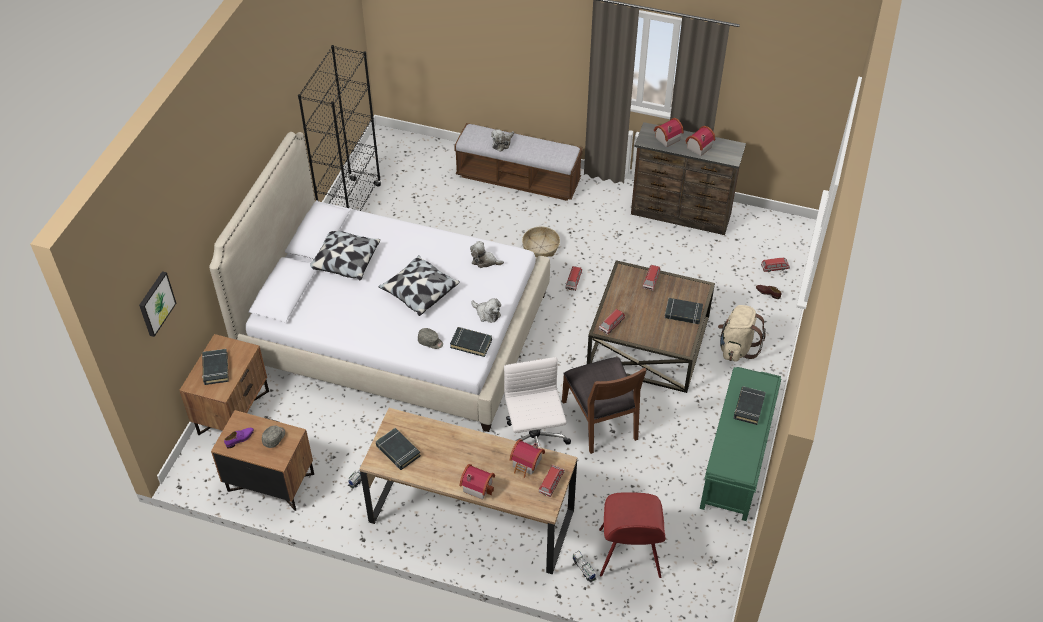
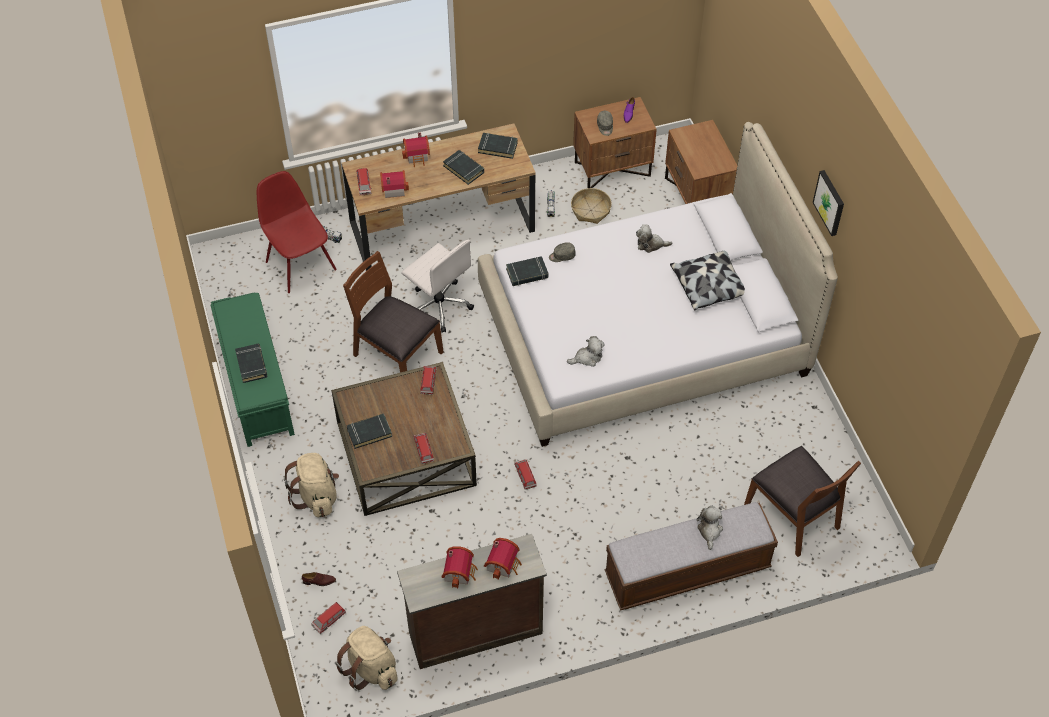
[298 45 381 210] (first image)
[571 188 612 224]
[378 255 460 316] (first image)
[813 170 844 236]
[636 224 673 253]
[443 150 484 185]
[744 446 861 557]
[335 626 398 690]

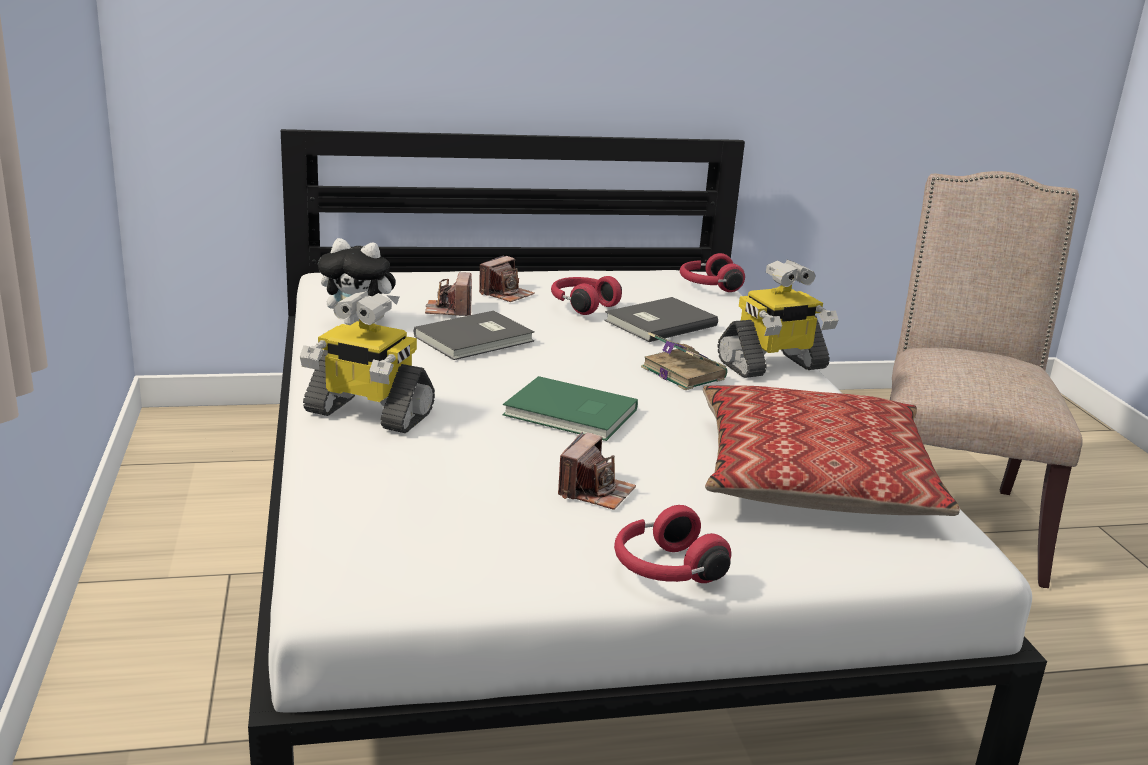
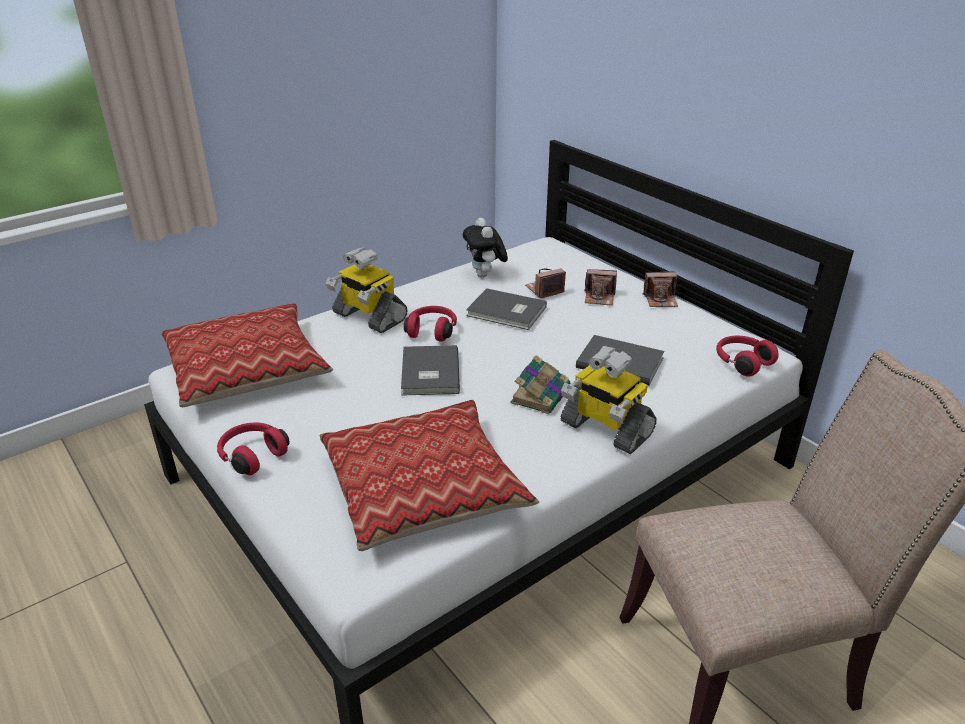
[404 306 457 342]
[326 247 408 333]
[401 345 460 396]
[642 271 678 307]
[161 303 333 407]

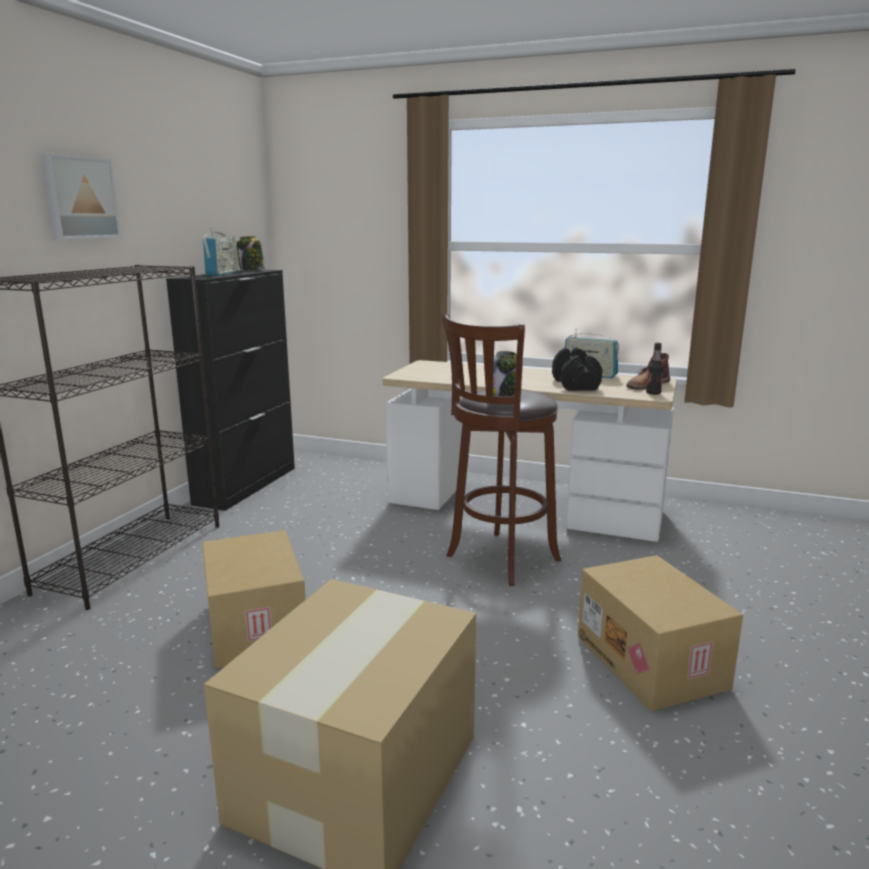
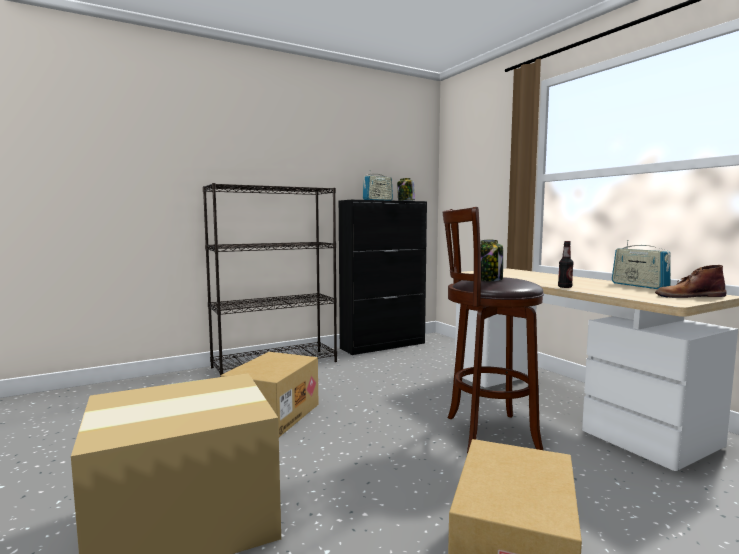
[41 153 121 239] (first image)
[558 241 574 288]
[552 348 602 391] (first image)

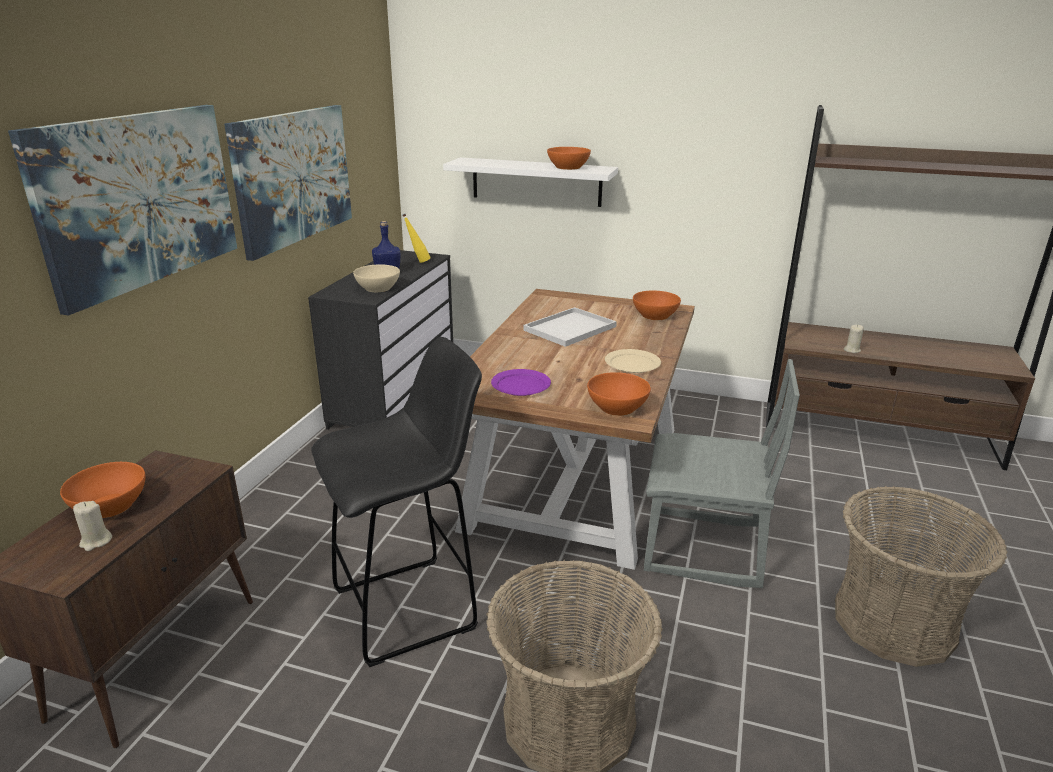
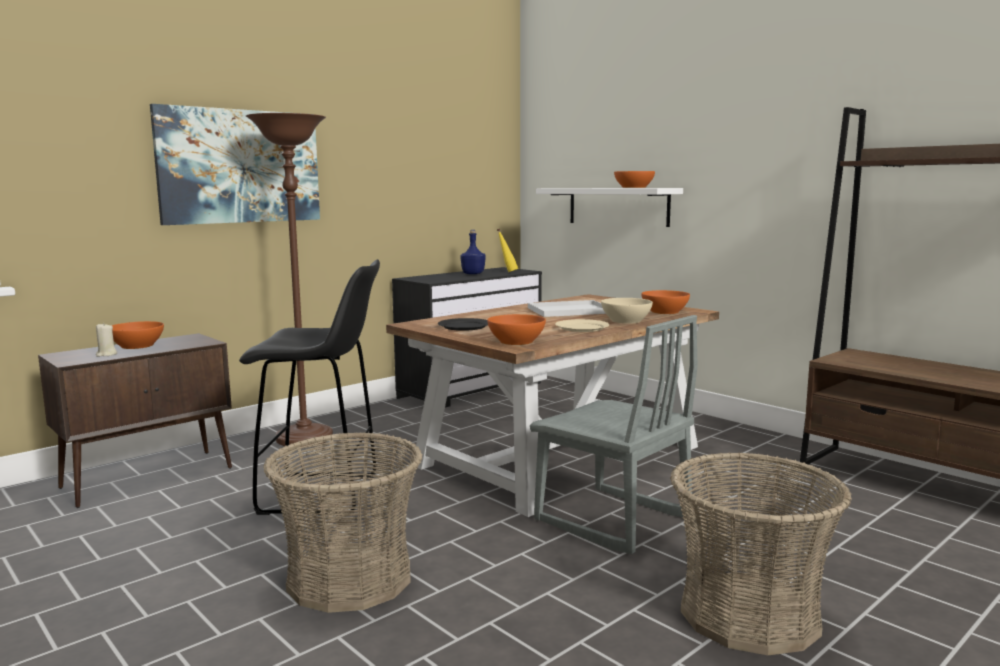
[224 105 352 261] (first image)
[601 298 653 324]
[844 325 864 353] (first image)
[438 318 488 331]
[246 113 333 446]

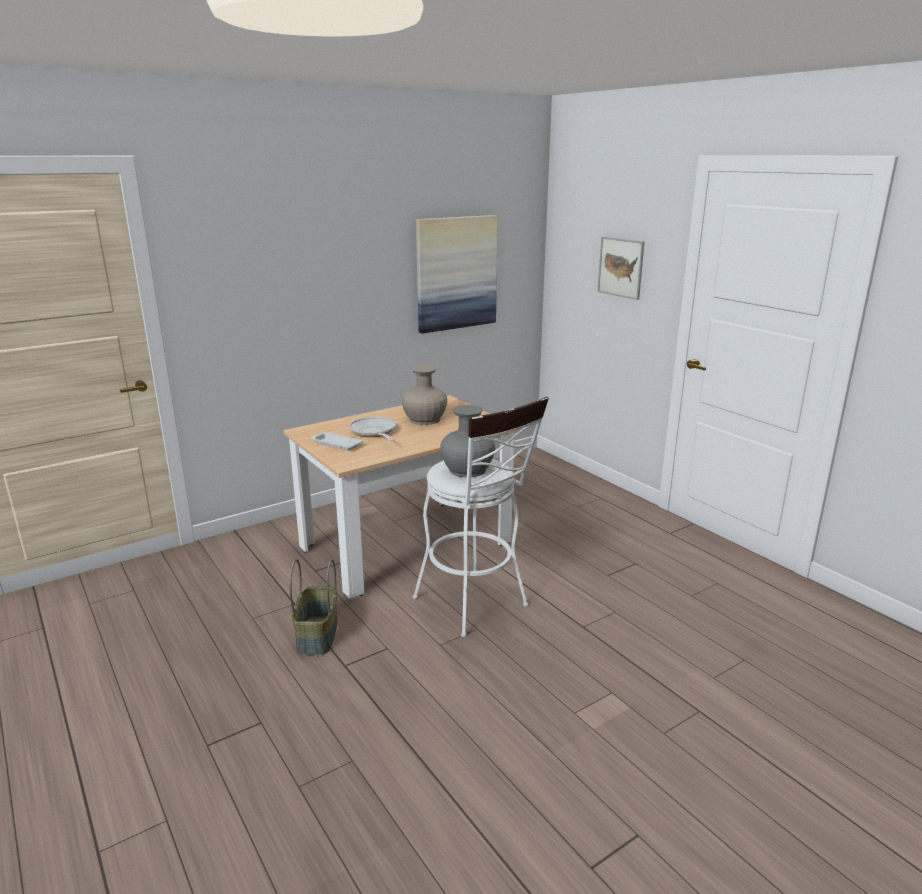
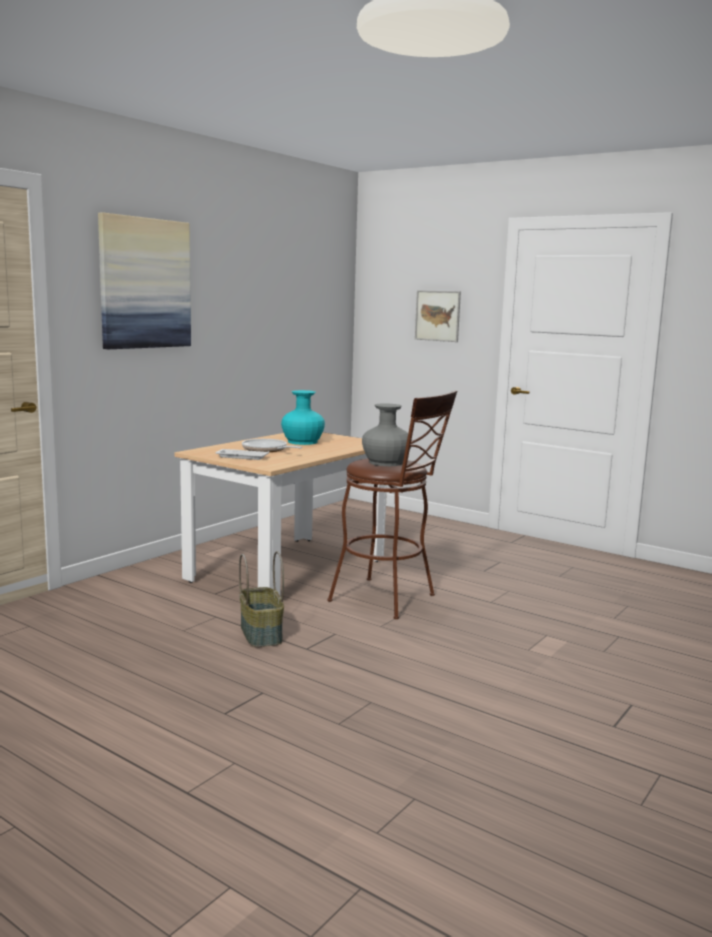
[98 212 191 349]
[281 390 325 445]
[327 390 457 619]

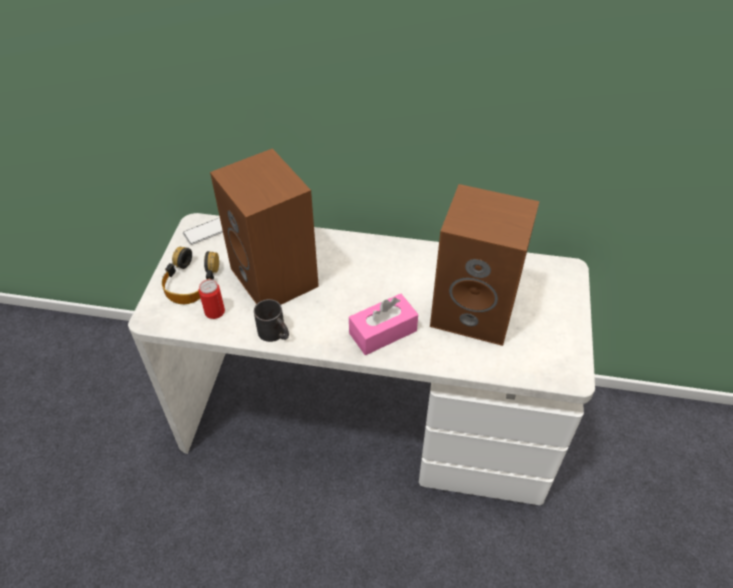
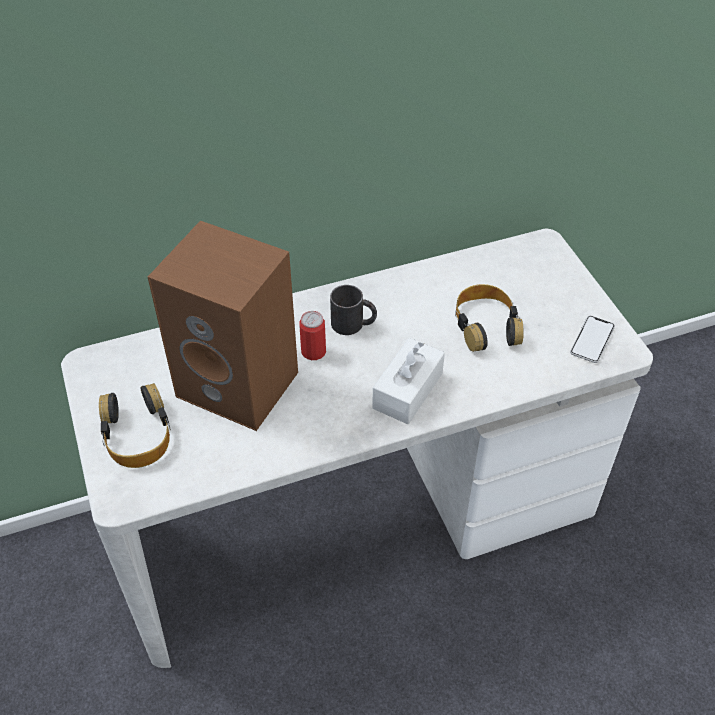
[455 284 524 352]
[570 316 615 363]
[299 311 326 360]
[372 338 445 424]
[330 285 377 335]

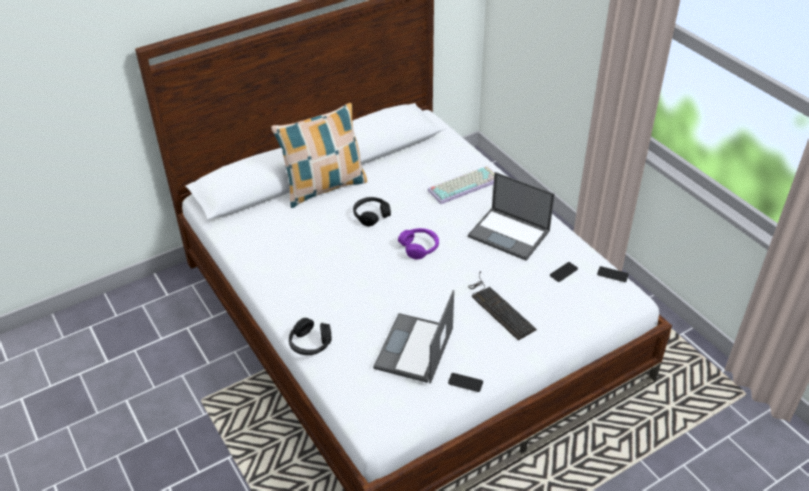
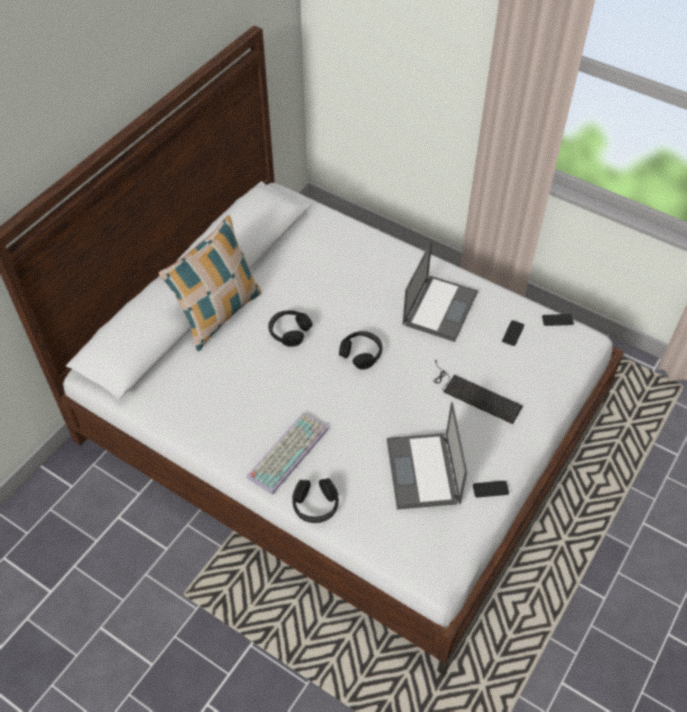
[246 413 328 495]
[403 241 478 342]
[339 331 383 369]

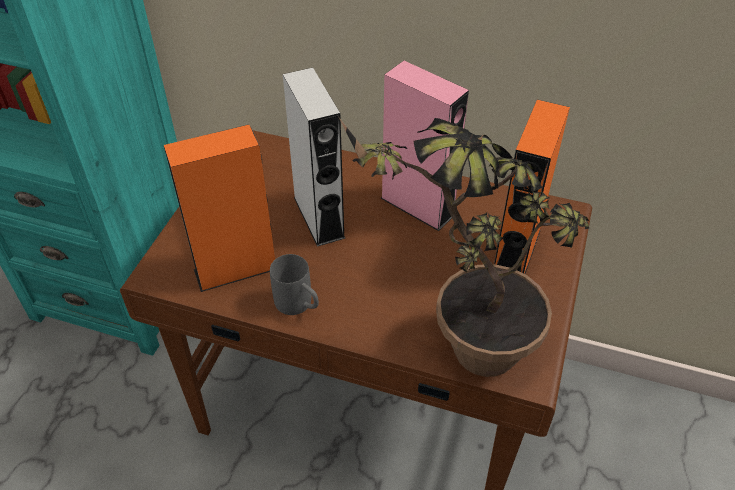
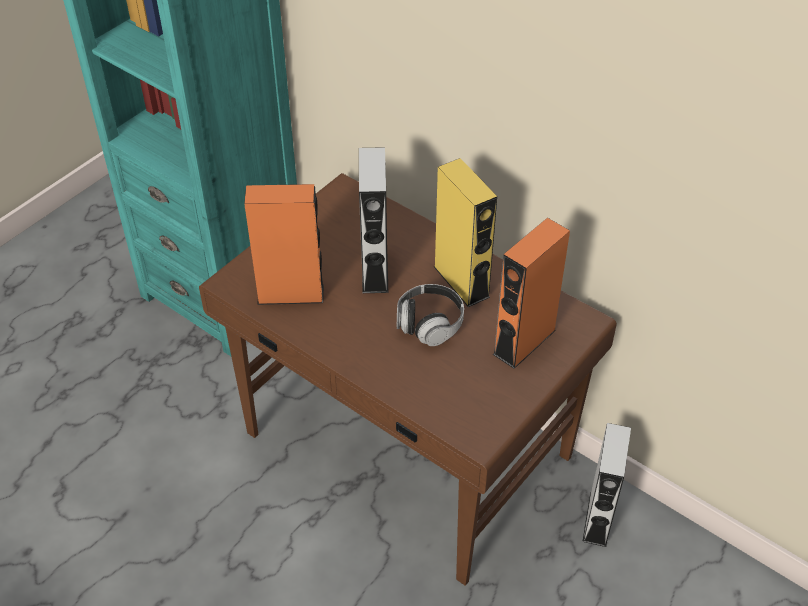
[434 158 497 307]
[339 118 589 377] (first image)
[270 254 319 315] (first image)
[397 284 464 346]
[582 423 631 547]

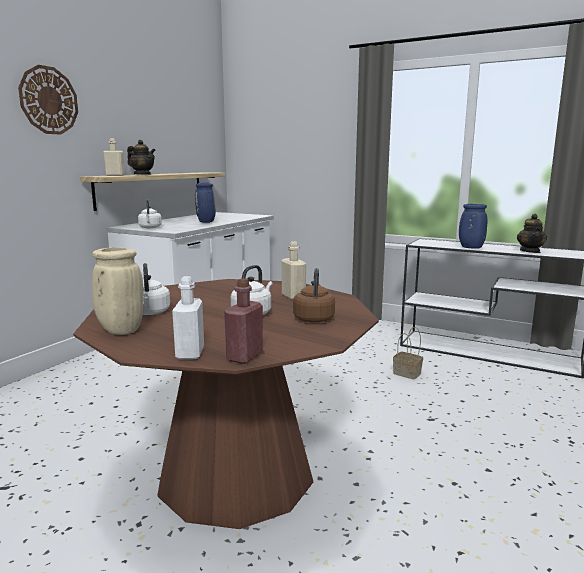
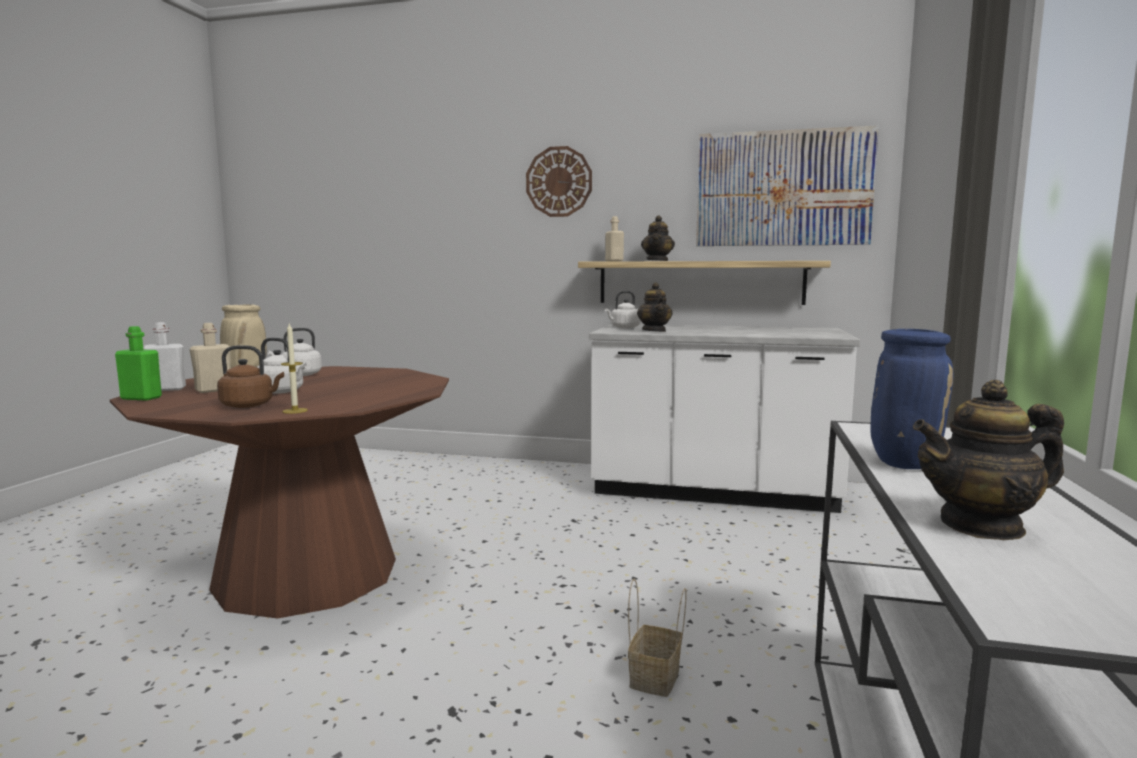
[195 183 216 223] (first image)
[189 323 231 393]
[115 326 162 401]
[696 125 879 246]
[637 282 672 332]
[281 324 308 414]

